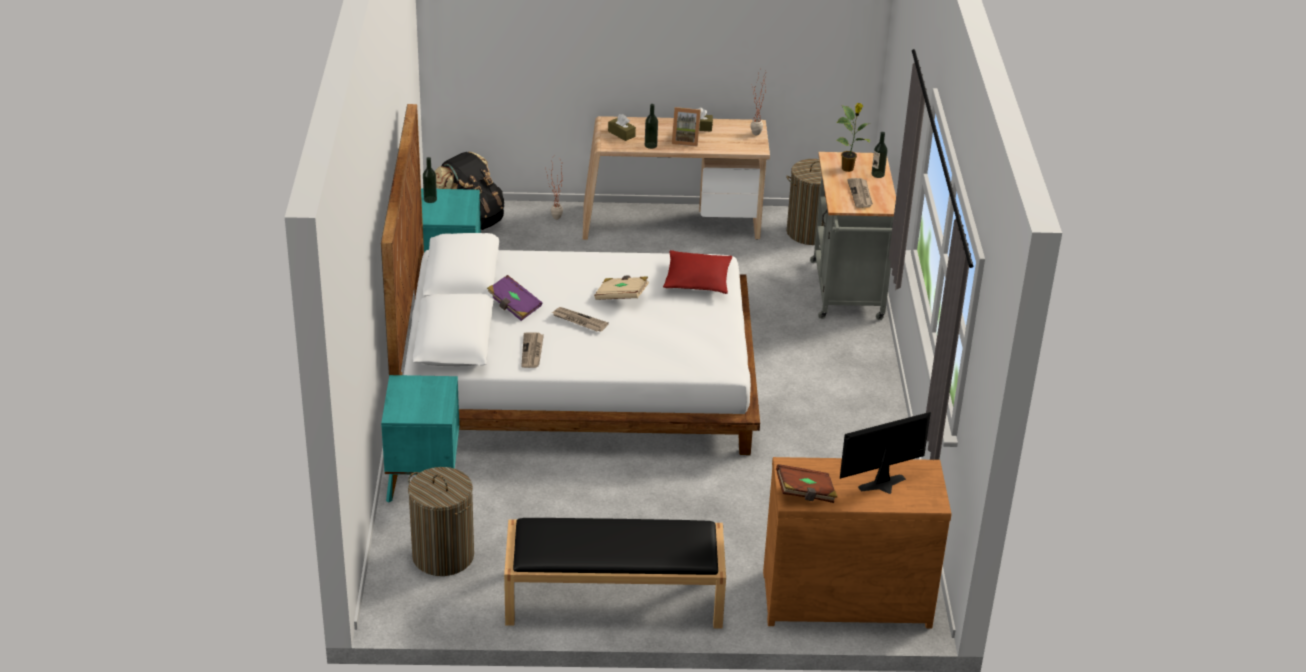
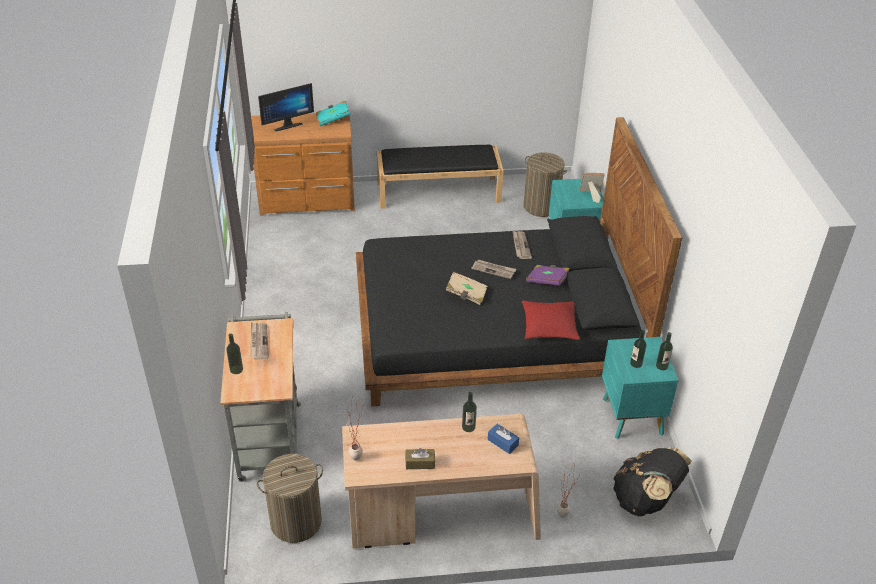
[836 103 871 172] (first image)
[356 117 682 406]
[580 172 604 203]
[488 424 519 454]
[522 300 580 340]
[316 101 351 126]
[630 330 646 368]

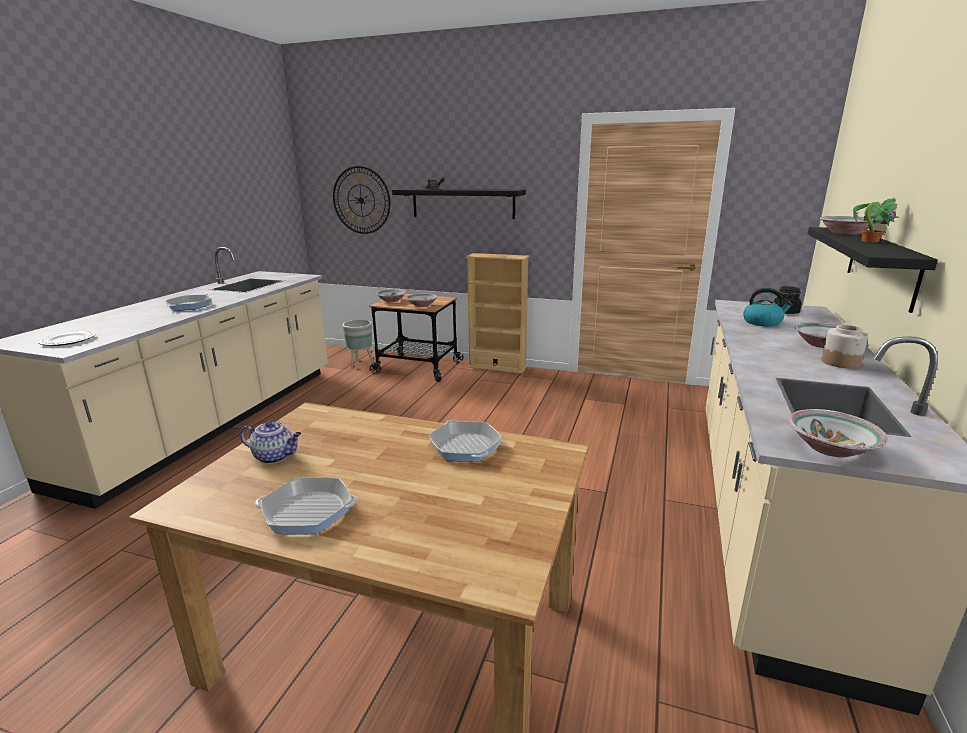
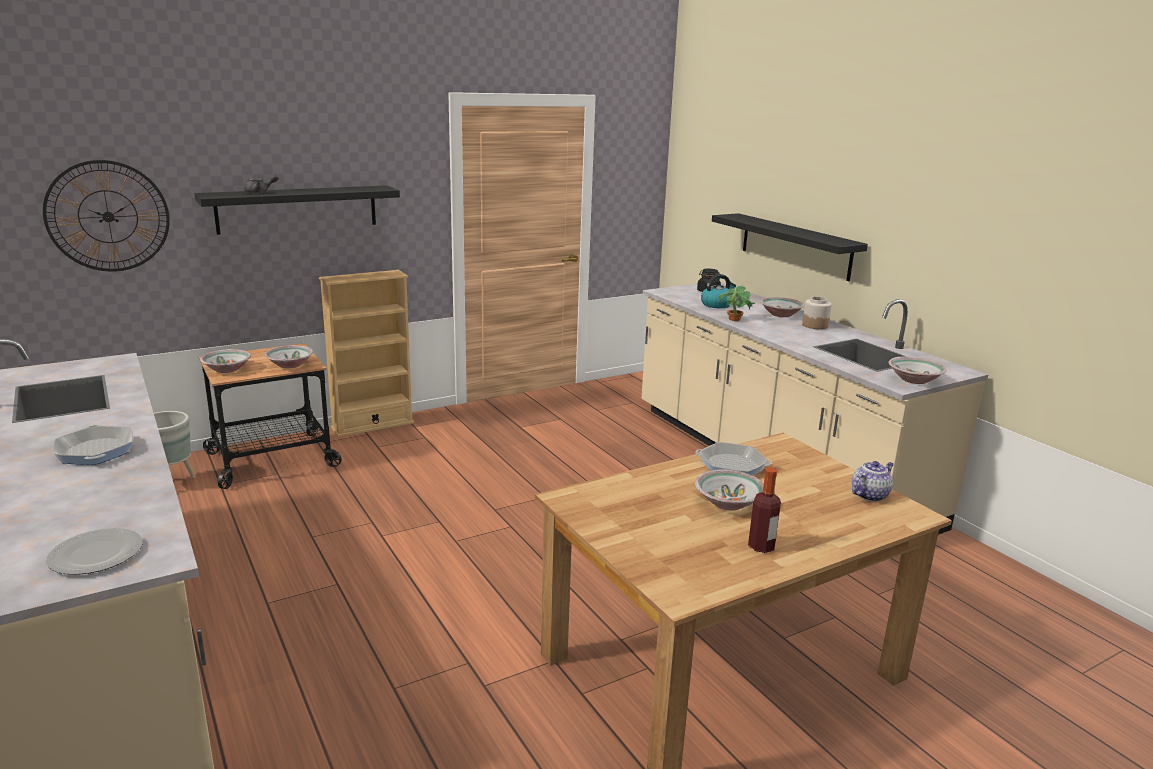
[718 285 755 321]
[695 469 764 510]
[852 461 894 502]
[748 467 781 553]

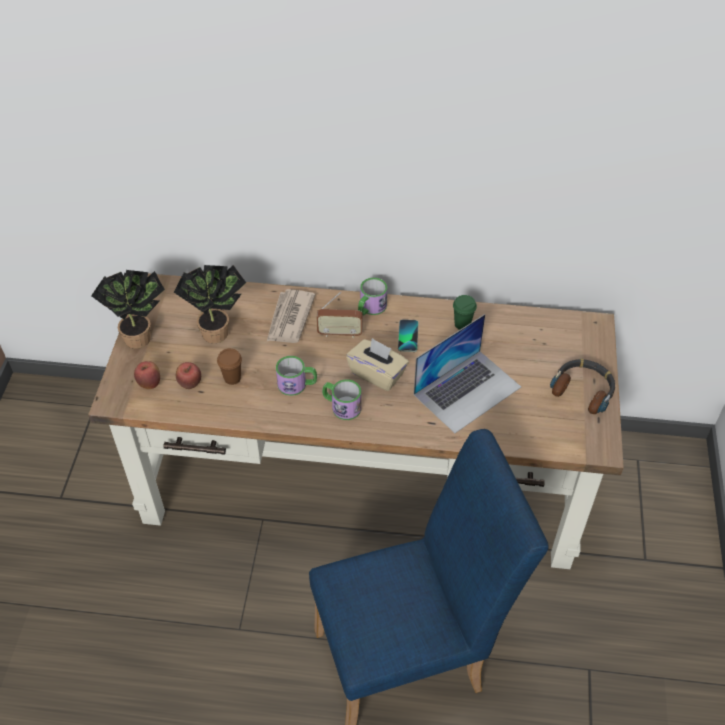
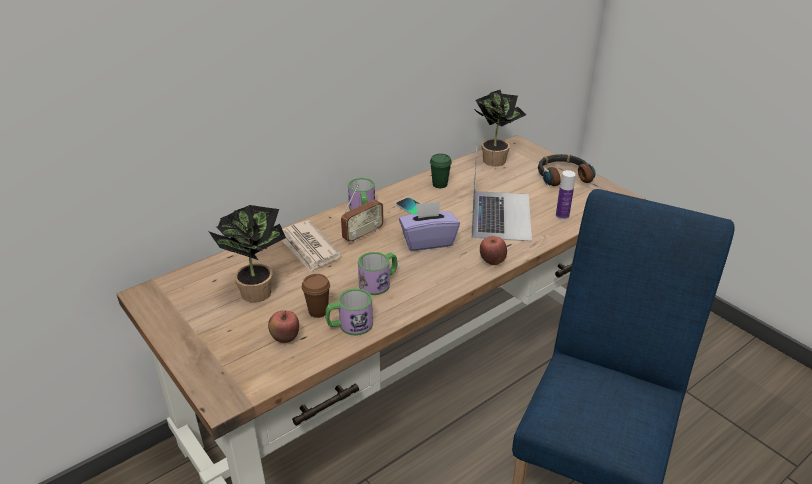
[474 90 526 166]
[399 201 460 251]
[480 236 507 265]
[325 289 373 336]
[556 170 576 220]

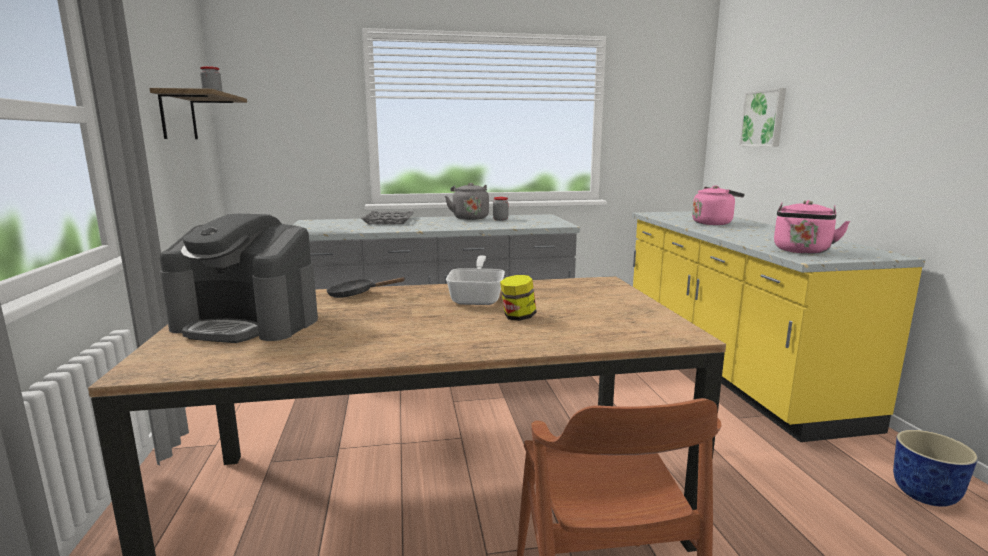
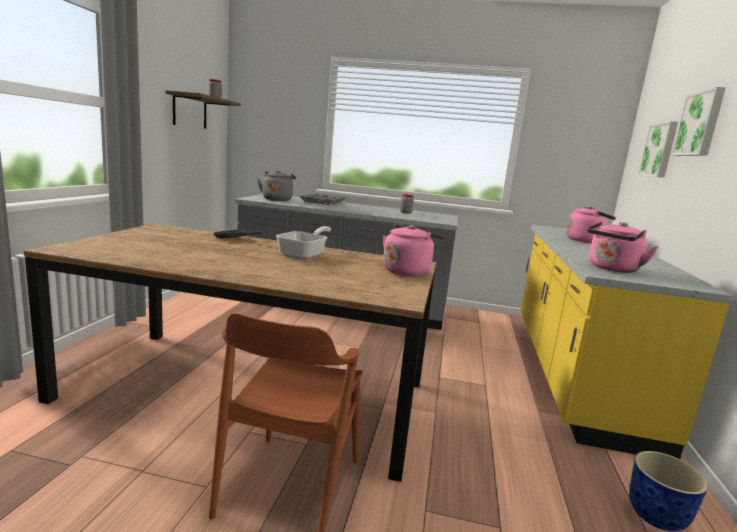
[257 171 296 201]
[160 214 318 343] (first image)
[500 275 537 321] (first image)
[671 87 726 156]
[383 224 444 276]

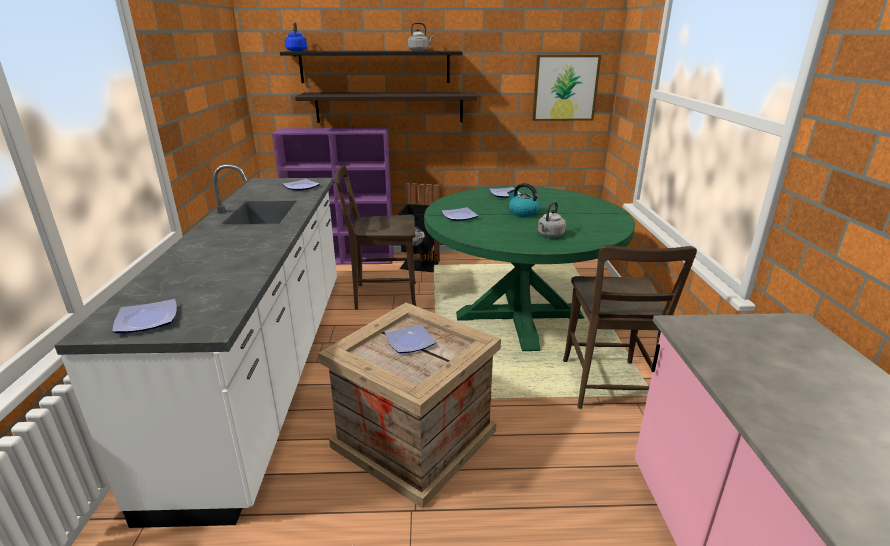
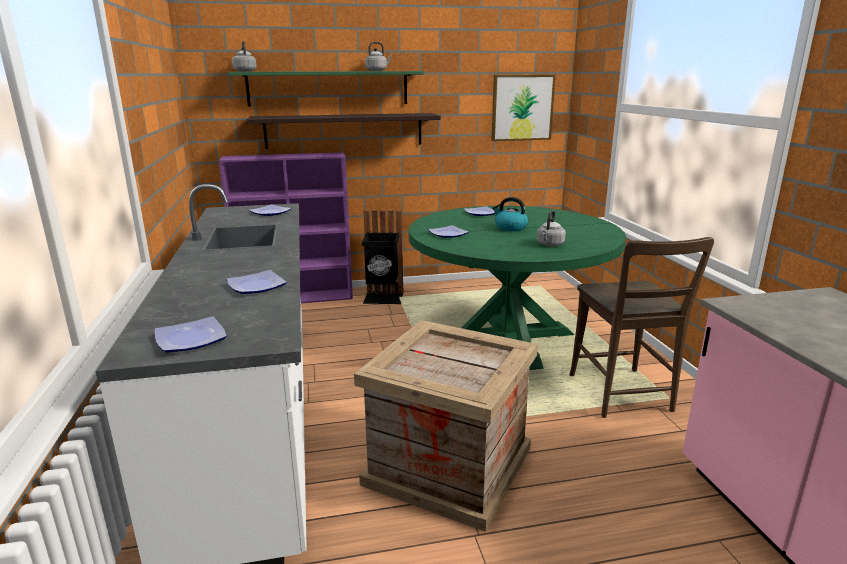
[232 41 257 72]
[228 71 424 107]
[334 165 416 310] (first image)
[226 270 287 294]

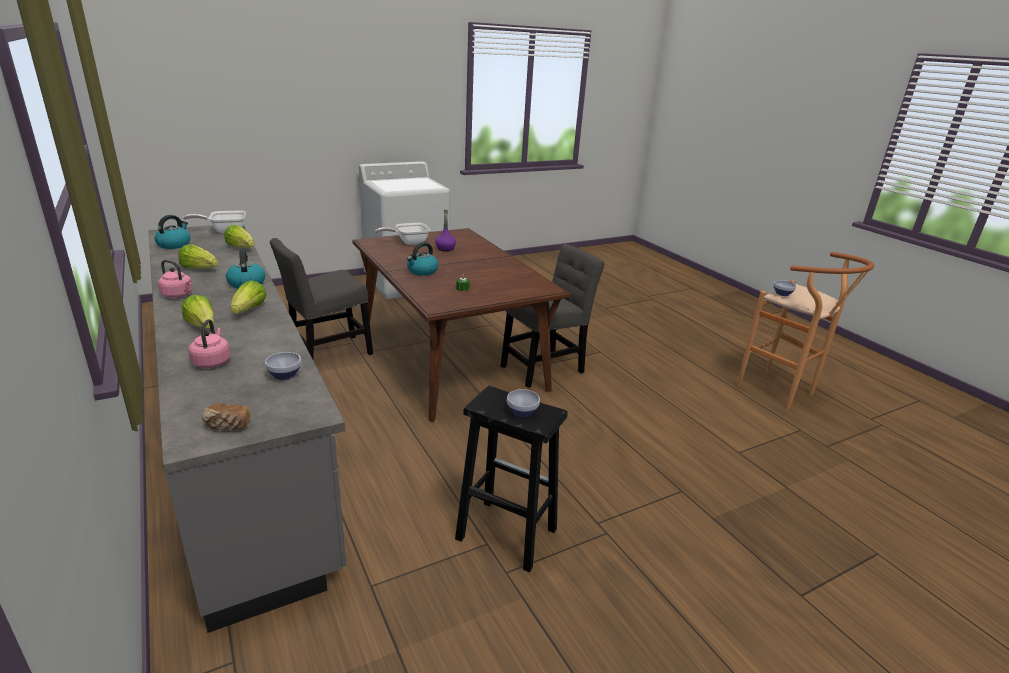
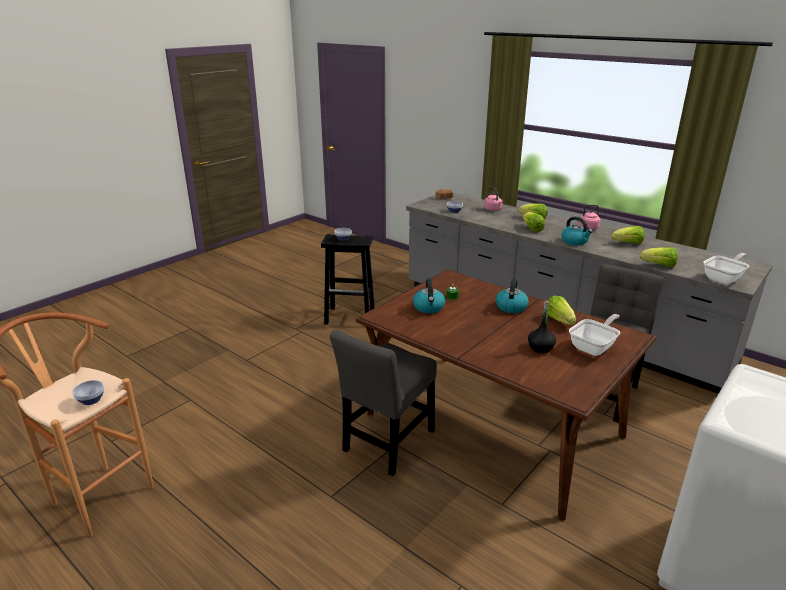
[528 300 556 353]
[413 278 445 313]
[547 296 576 325]

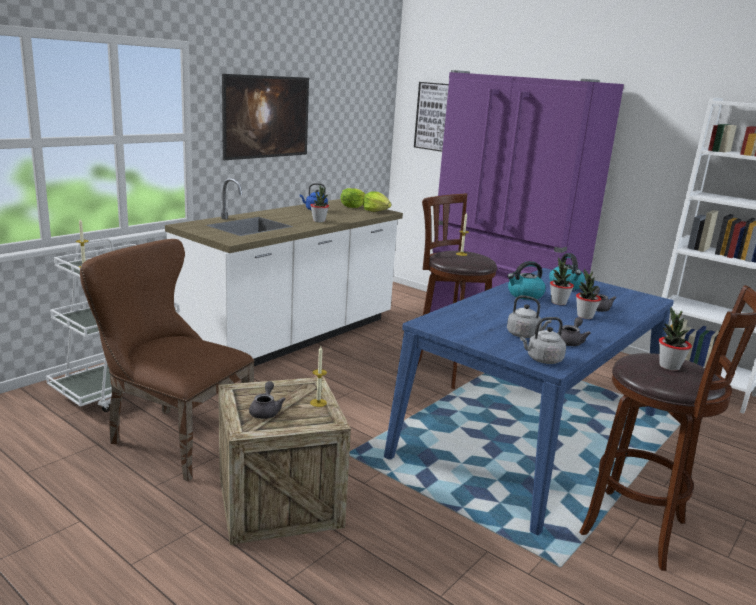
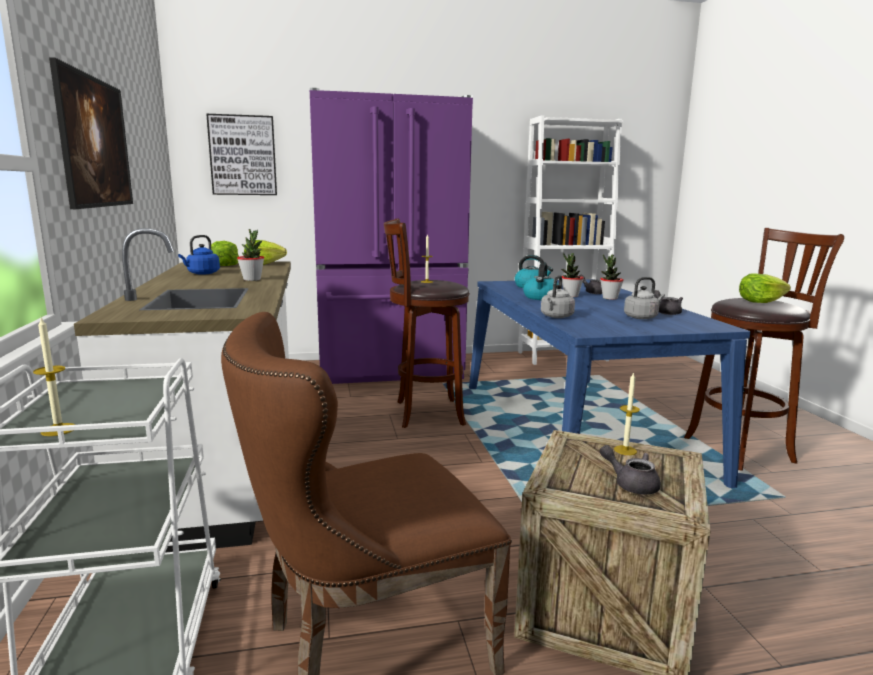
[739 273 791 303]
[541 275 575 318]

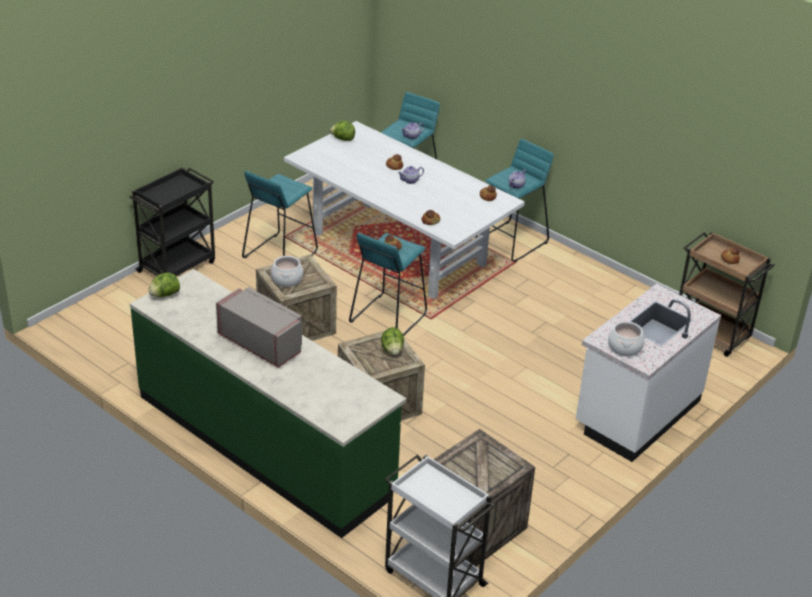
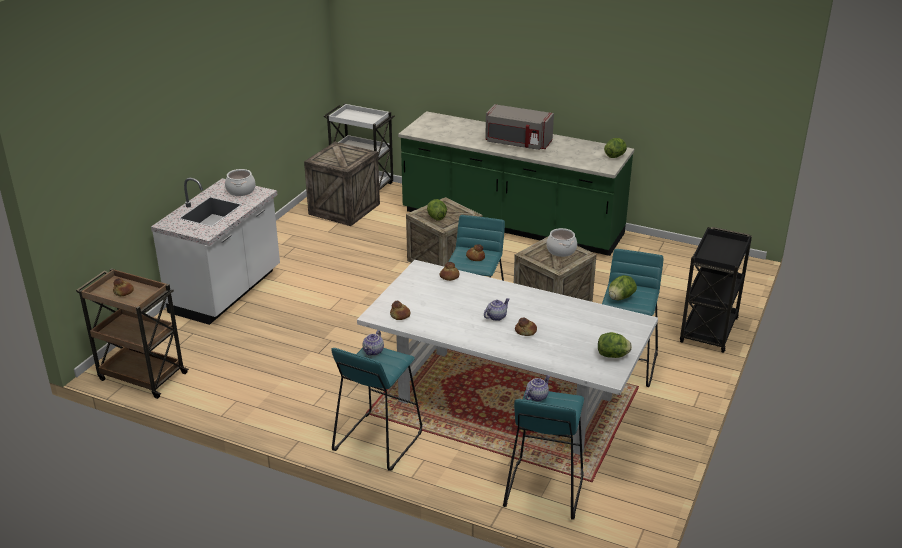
[609 275 637 300]

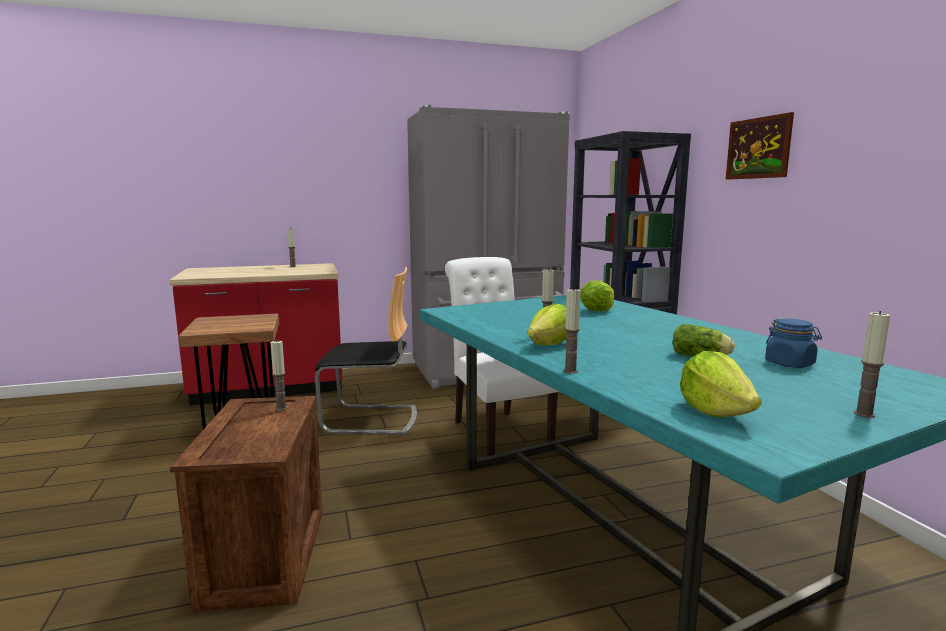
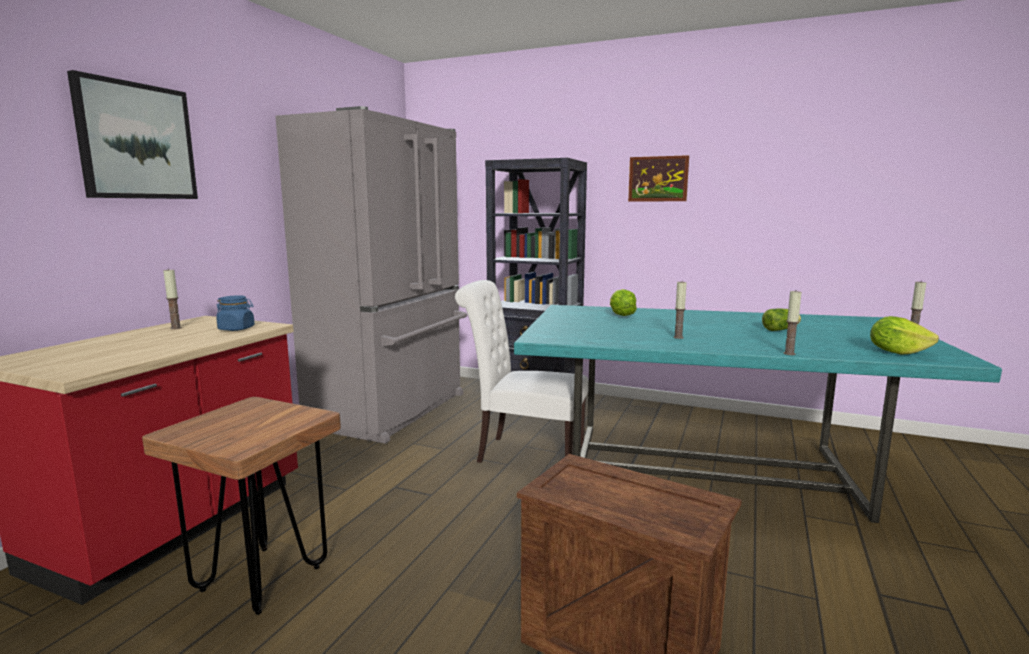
[315 267 417 435] (first image)
[528 304 567 345] (first image)
[216 295 255 331]
[271 340 288 411] (first image)
[67 70 198 199]

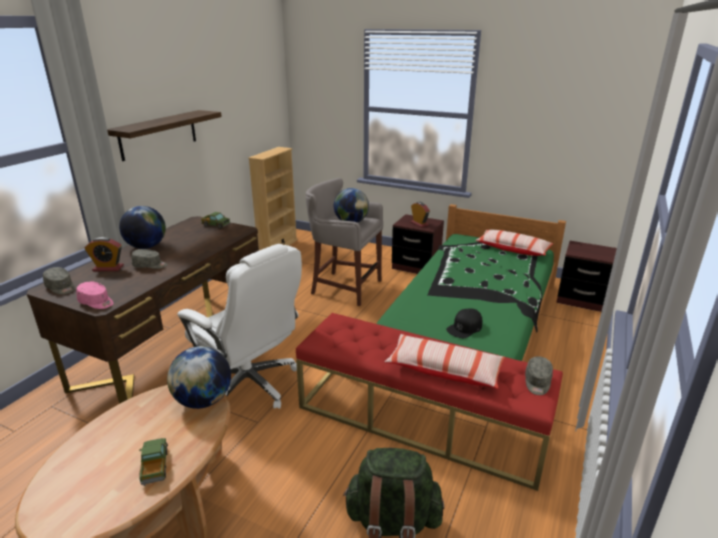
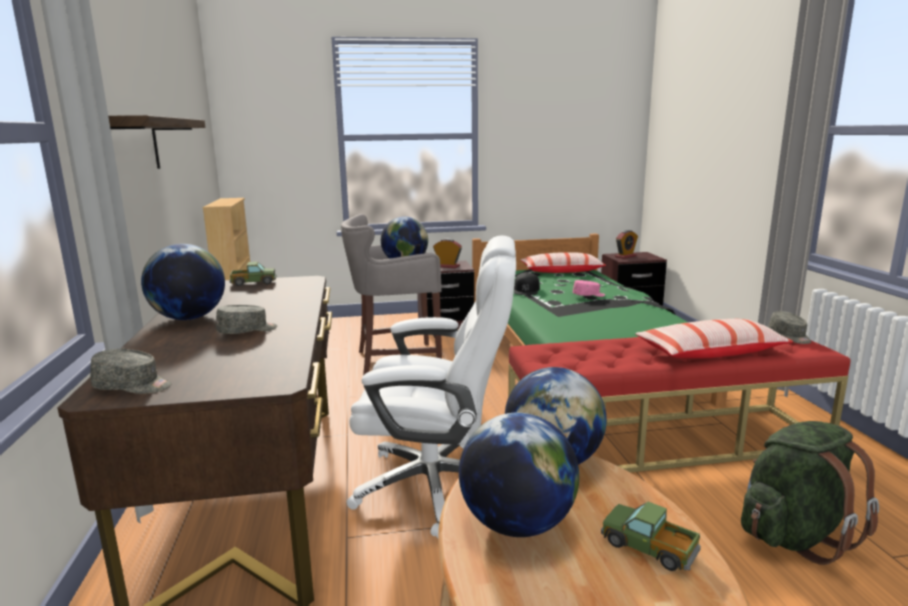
[615 230 638 259]
[573 280 605 297]
[514 272 540 295]
[459 413 579 537]

